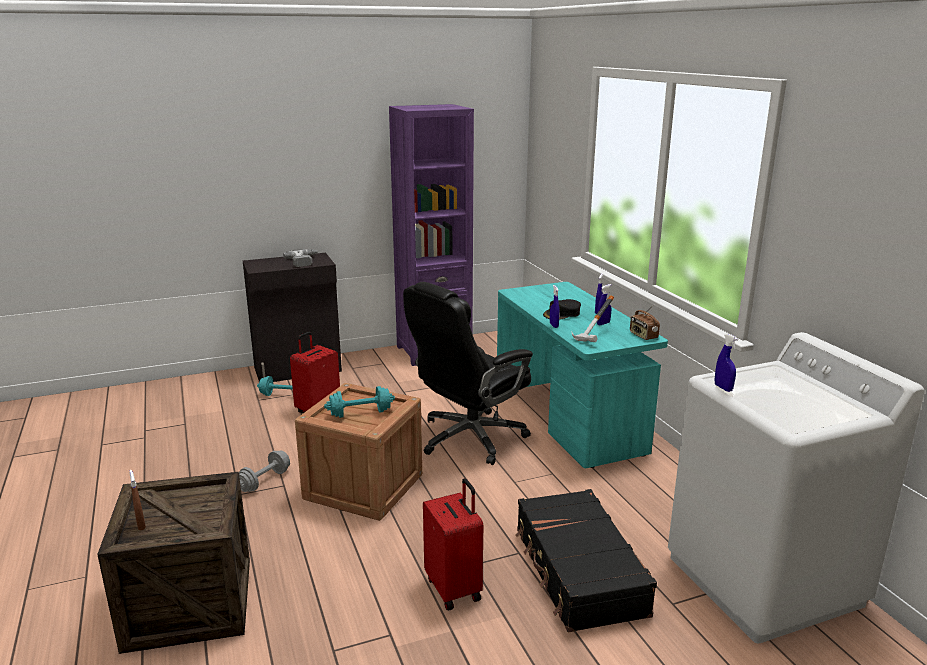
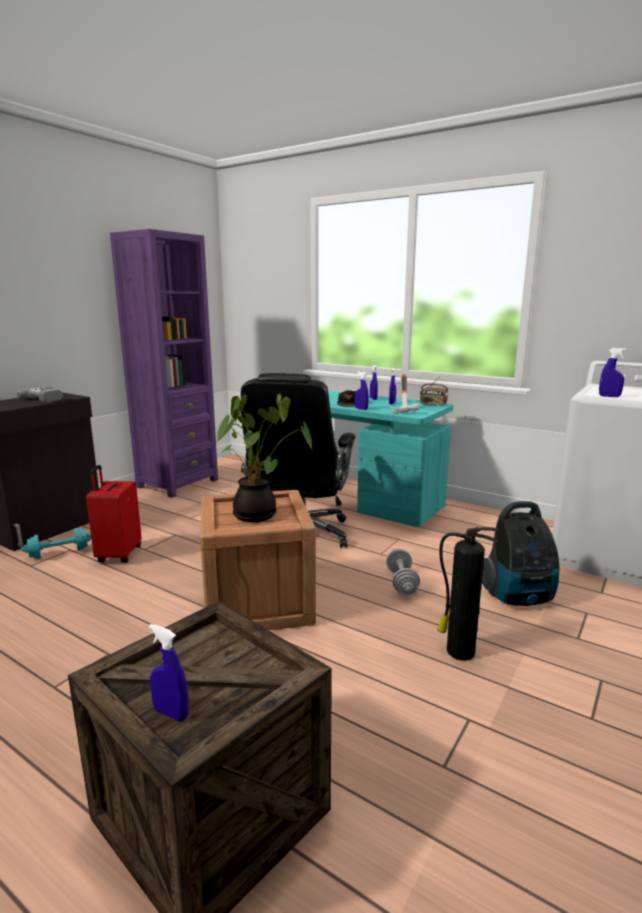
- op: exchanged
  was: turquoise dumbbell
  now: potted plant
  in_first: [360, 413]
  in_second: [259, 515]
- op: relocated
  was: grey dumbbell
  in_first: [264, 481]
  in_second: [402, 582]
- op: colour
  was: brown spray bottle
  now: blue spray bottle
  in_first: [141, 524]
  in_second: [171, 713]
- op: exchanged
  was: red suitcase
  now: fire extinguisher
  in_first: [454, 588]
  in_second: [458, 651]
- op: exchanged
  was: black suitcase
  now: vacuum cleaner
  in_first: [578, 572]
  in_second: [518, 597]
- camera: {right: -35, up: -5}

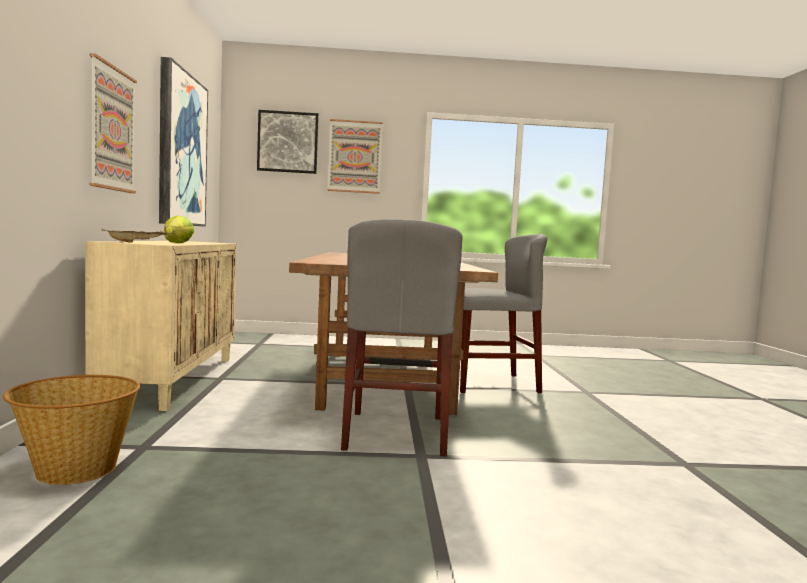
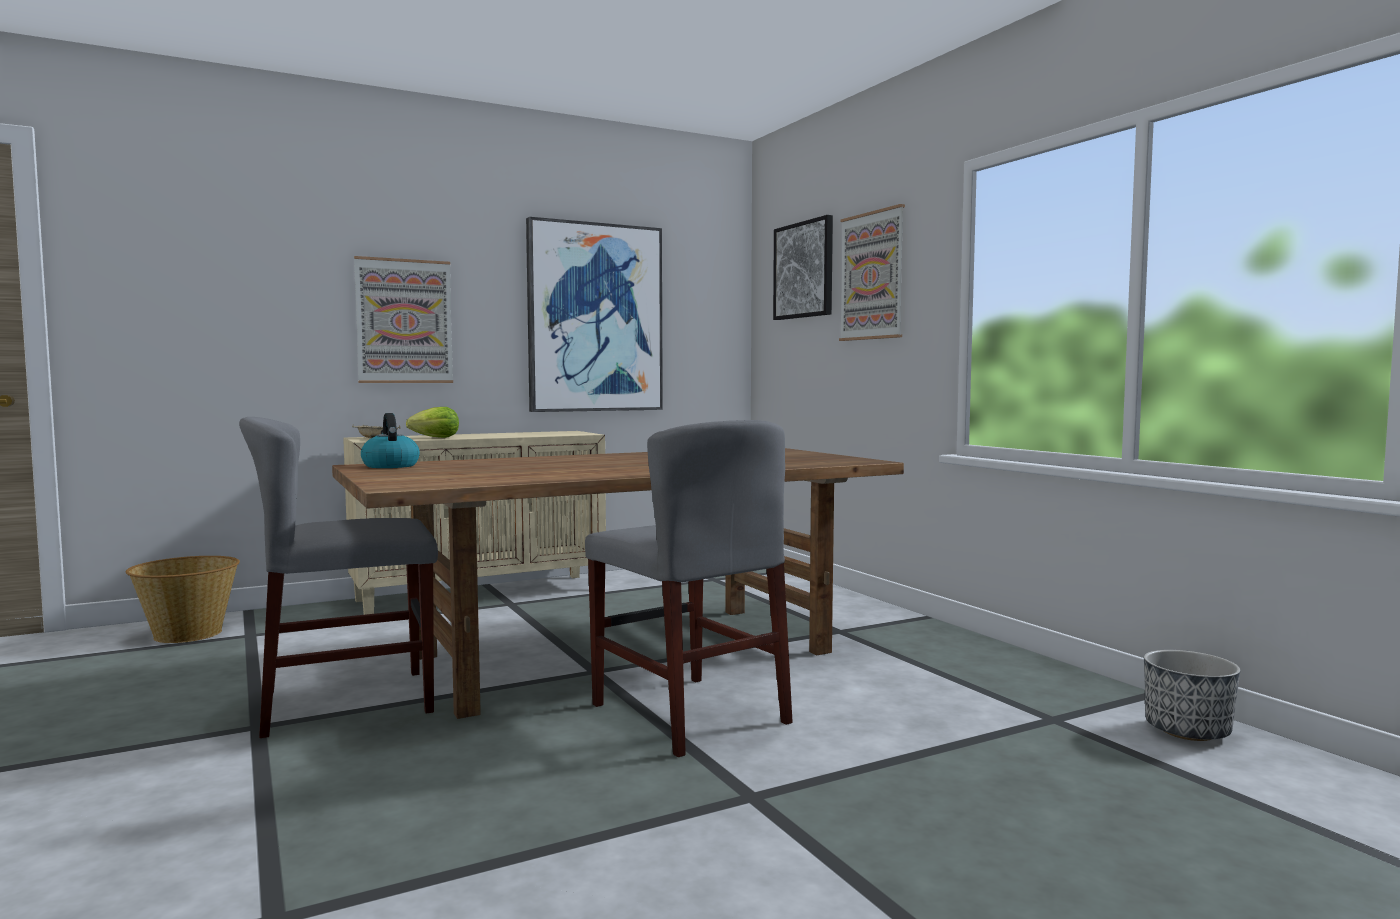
- op: appeared
  now: kettle
  in_second: [390, 466]
- op: appeared
  now: planter
  in_second: [1188, 731]
- camera: {right: 65, up: 0}

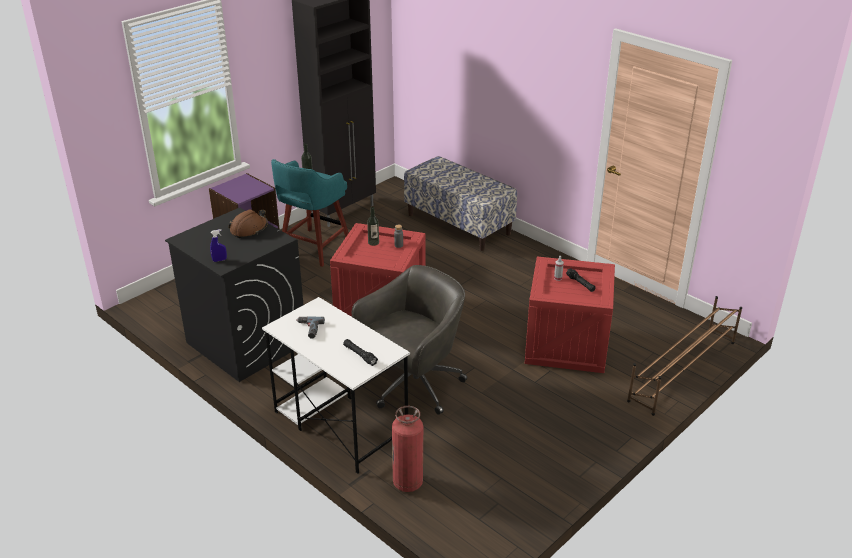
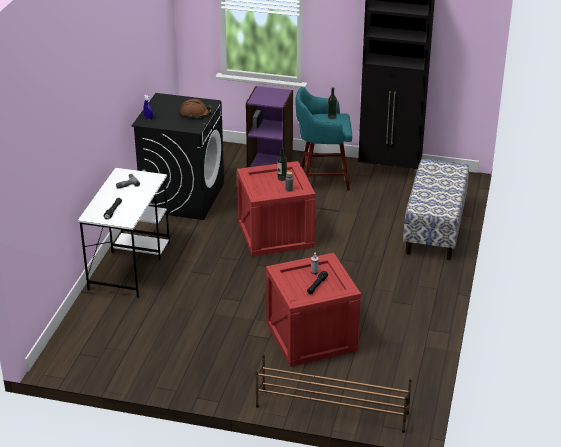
- op: missing
  was: grey office chair
  in_first: [413, 386]
- op: missing
  was: fire extinguisher
  in_first: [408, 483]
- camera: {right: 60, up: 0}

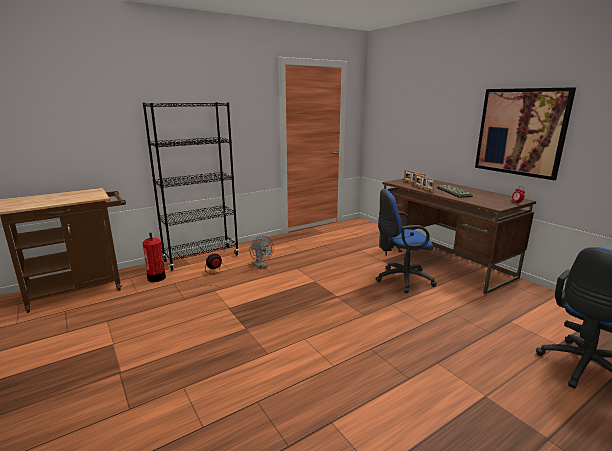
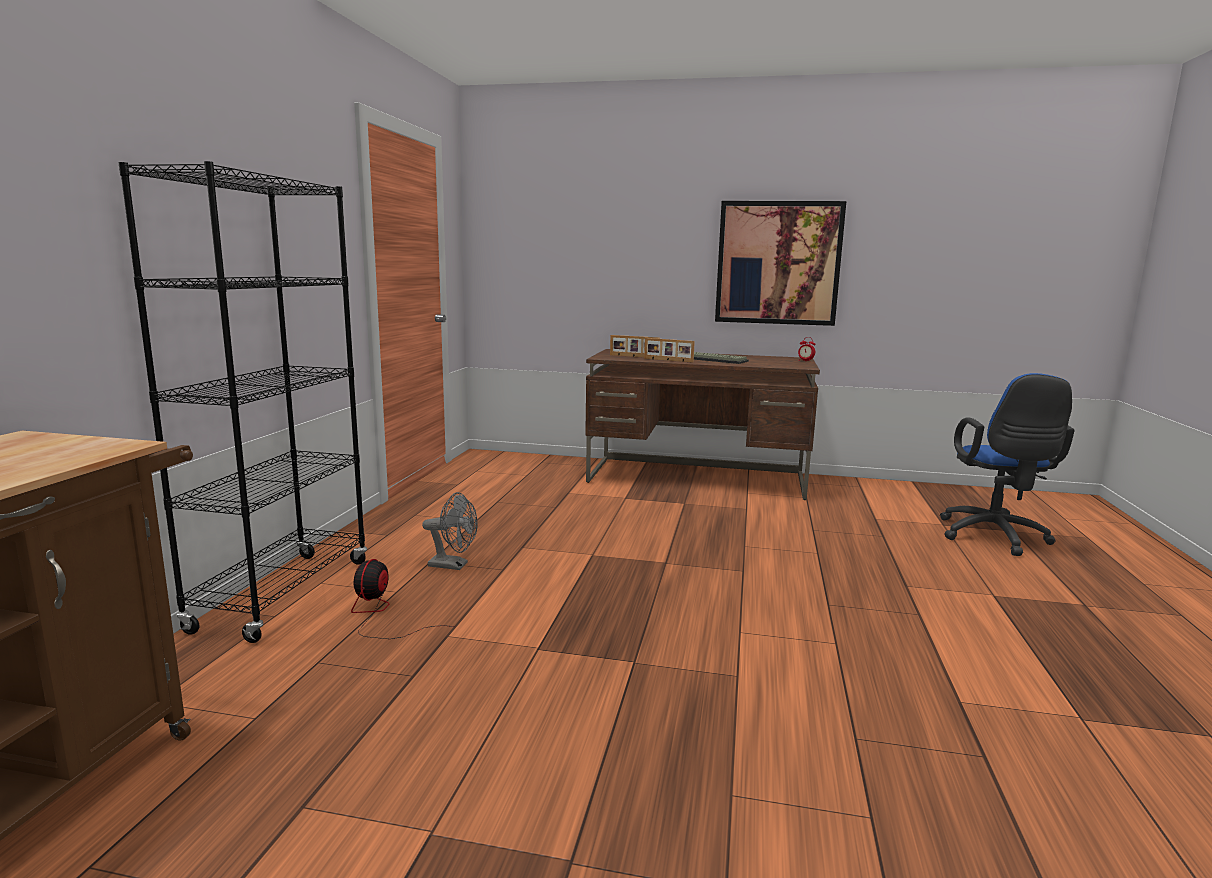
- op: missing
  was: blue office chair
  in_first: [401, 279]
- op: missing
  was: fire extinguisher
  in_first: [156, 278]
- camera: {right: -45, up: -5}

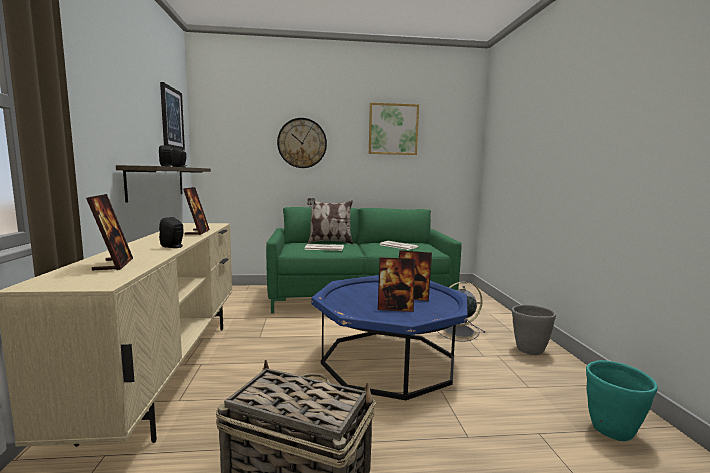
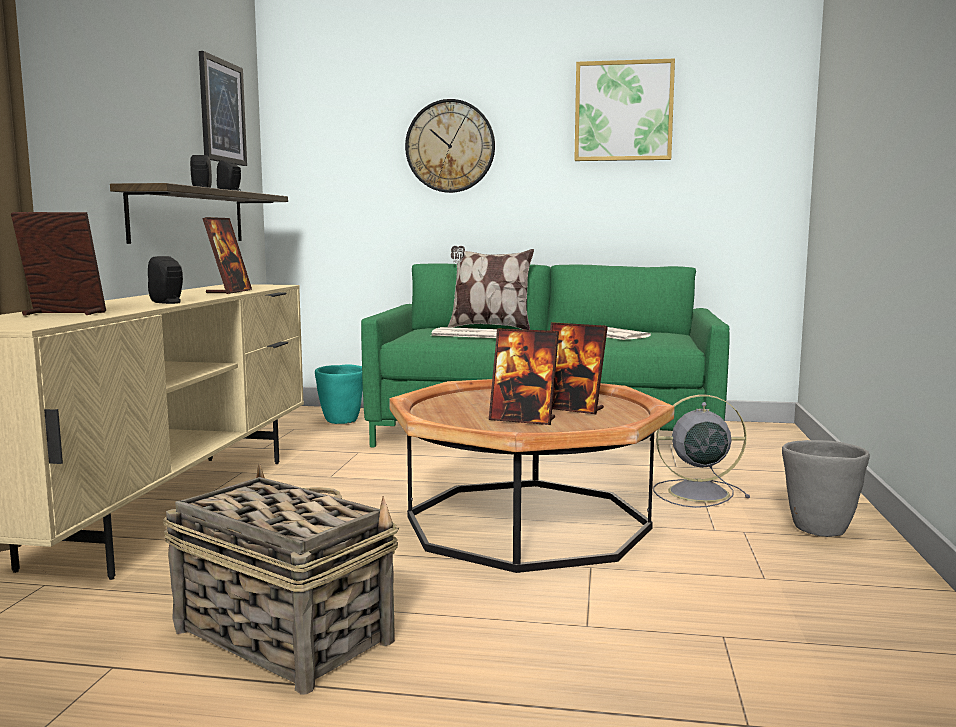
- op: spun
  was: picture frame
  in_first: [113, 265]
  in_second: [63, 314]
  clockwise: -90
- op: colour
  was: blue coffee table
  now: brown coffee table
  in_first: [388, 361]
  in_second: [527, 522]
- op: relocated
  was: turquoise planter
  in_first: [613, 431]
  in_second: [341, 422]
- camera: {right: 15, up: 0}

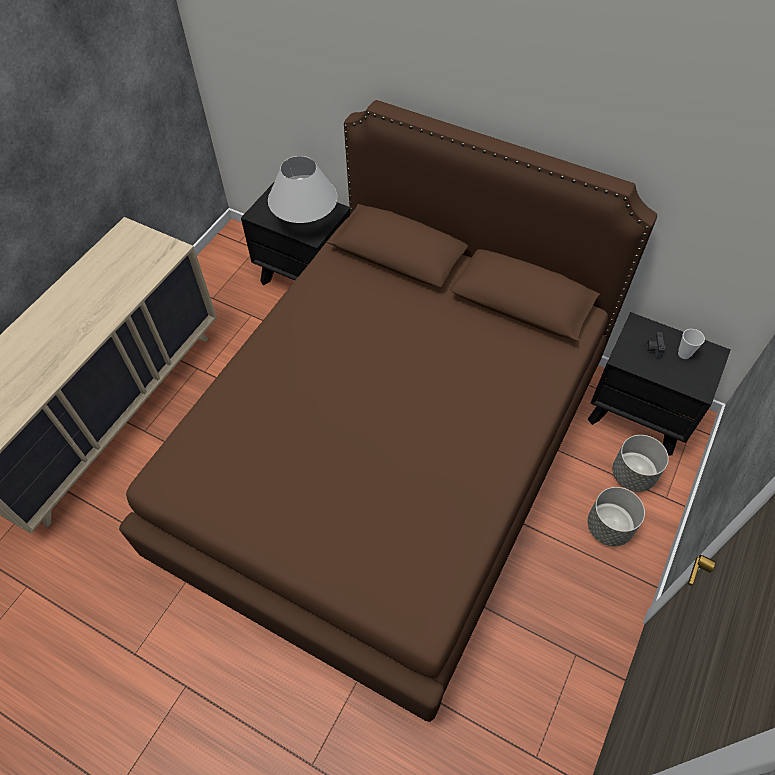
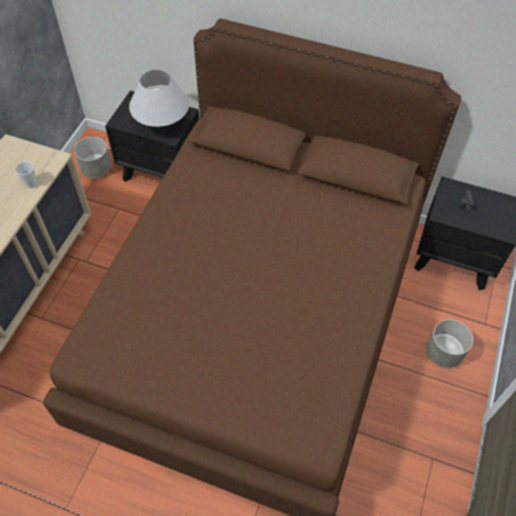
- op: relocated
  was: cup
  in_first: [684, 354]
  in_second: [31, 184]
- op: relocated
  was: grey planter
  in_first: [633, 474]
  in_second: [96, 169]
- camera: {right: -10, up: 0}

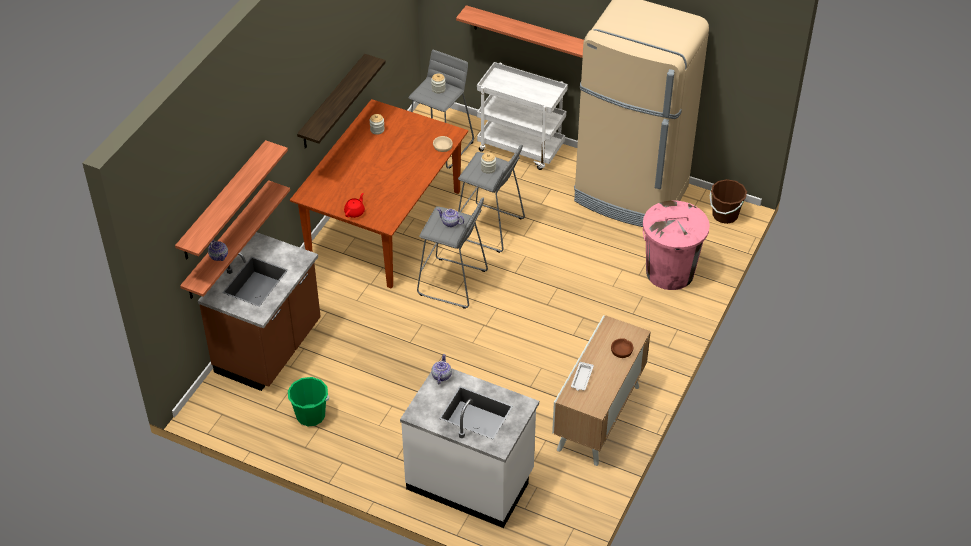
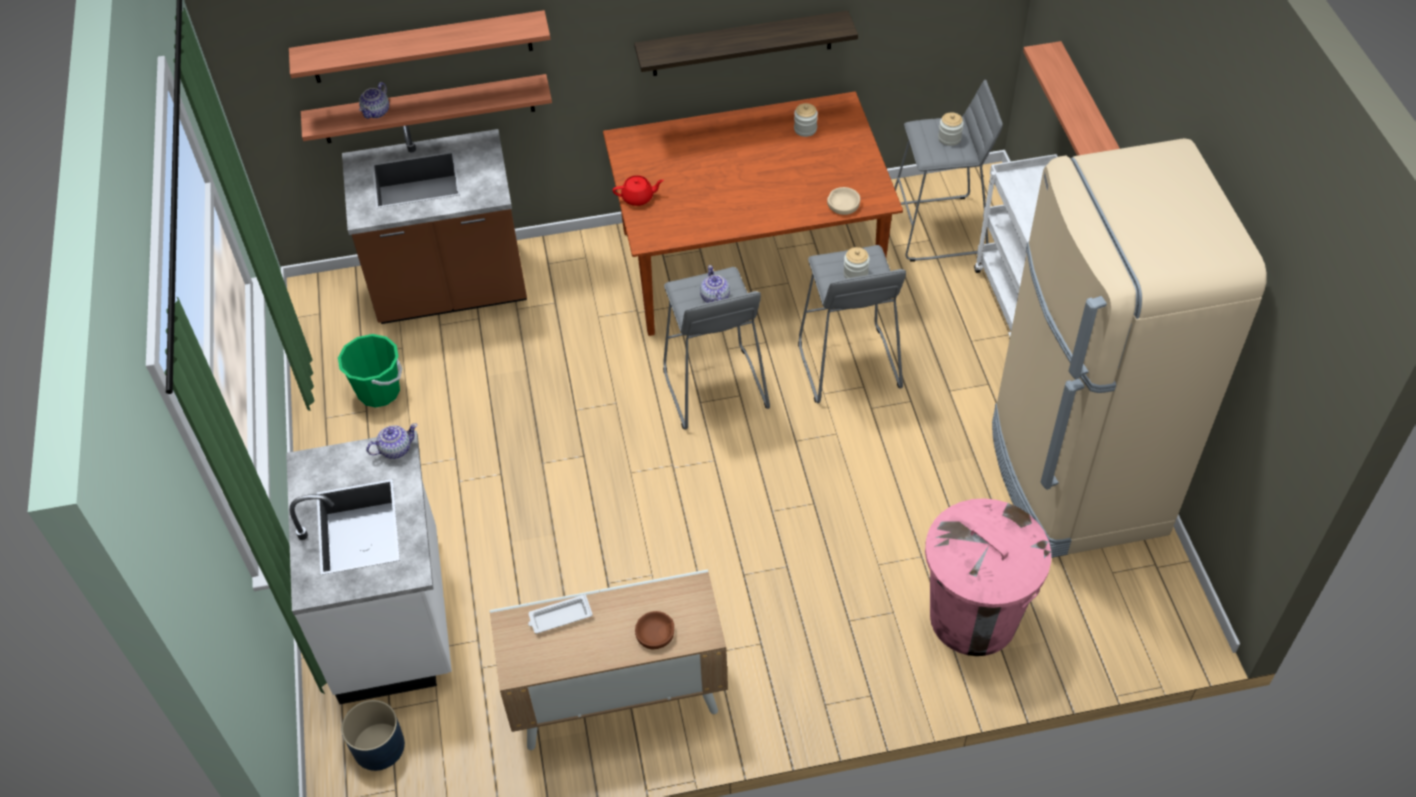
- op: missing
  was: brown bucket
  in_first: [725, 215]
- op: appeared
  now: blue planter
  in_second: [378, 746]
- camera: {right: 55, up: 5}

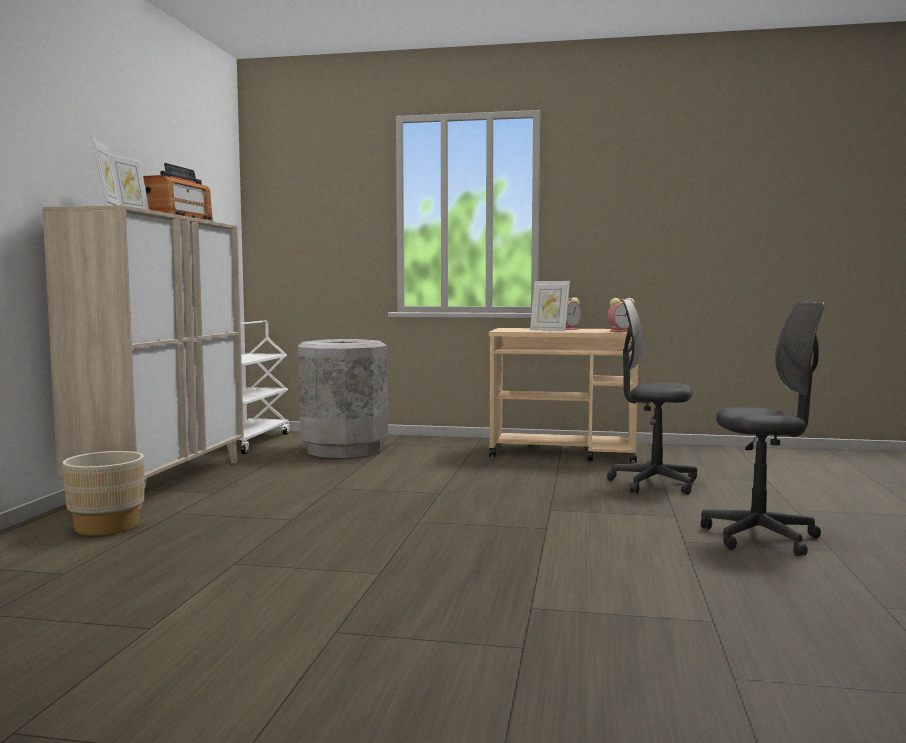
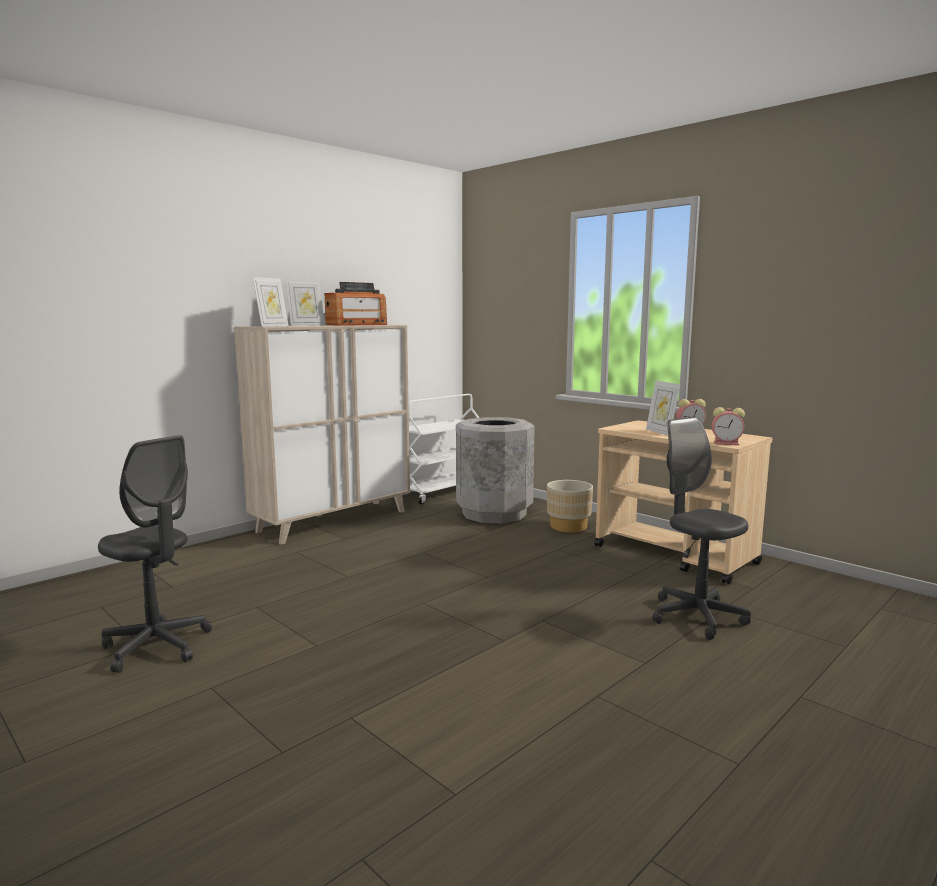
- op: relocated
  was: grey office chair
  in_first: [760, 538]
  in_second: [157, 646]
- op: relocated
  was: beige planter
  in_first: [107, 527]
  in_second: [568, 527]
- camera: {right: 35, up: 5}

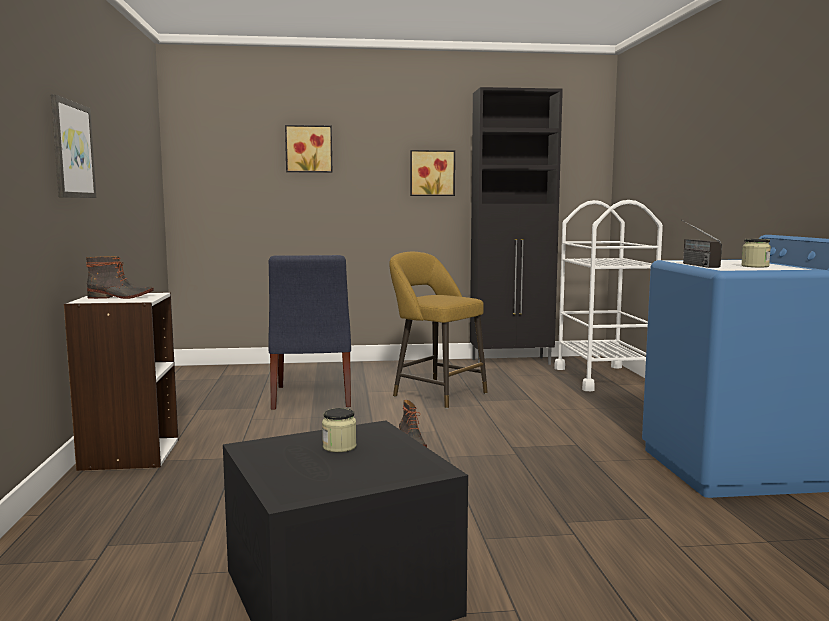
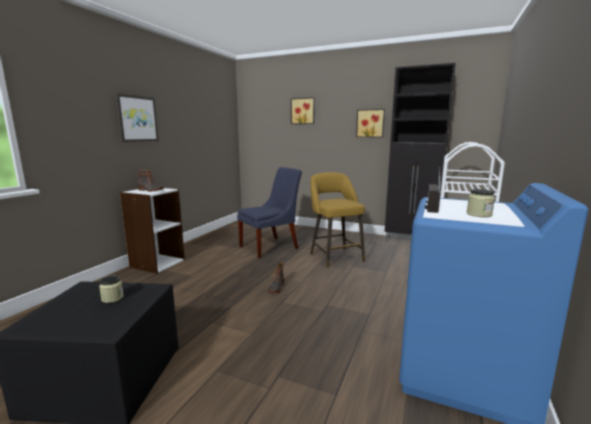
- op: spun
  was: blue chair
  in_first: [311, 397]
  in_second: [271, 247]
  clockwise: -150
- camera: {right: 30, up: 5}

